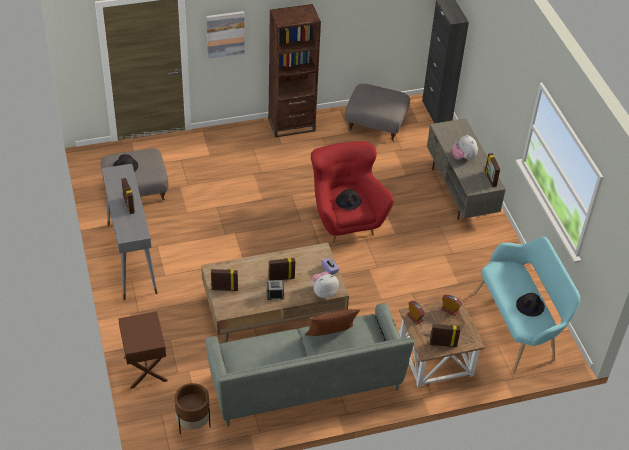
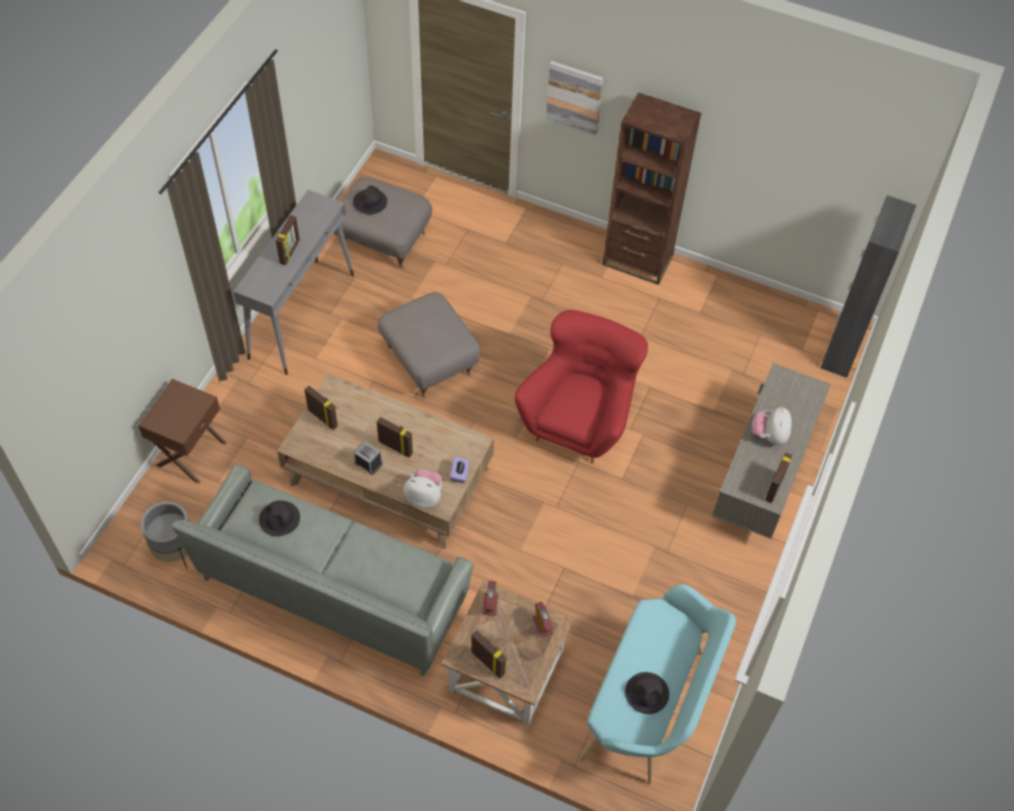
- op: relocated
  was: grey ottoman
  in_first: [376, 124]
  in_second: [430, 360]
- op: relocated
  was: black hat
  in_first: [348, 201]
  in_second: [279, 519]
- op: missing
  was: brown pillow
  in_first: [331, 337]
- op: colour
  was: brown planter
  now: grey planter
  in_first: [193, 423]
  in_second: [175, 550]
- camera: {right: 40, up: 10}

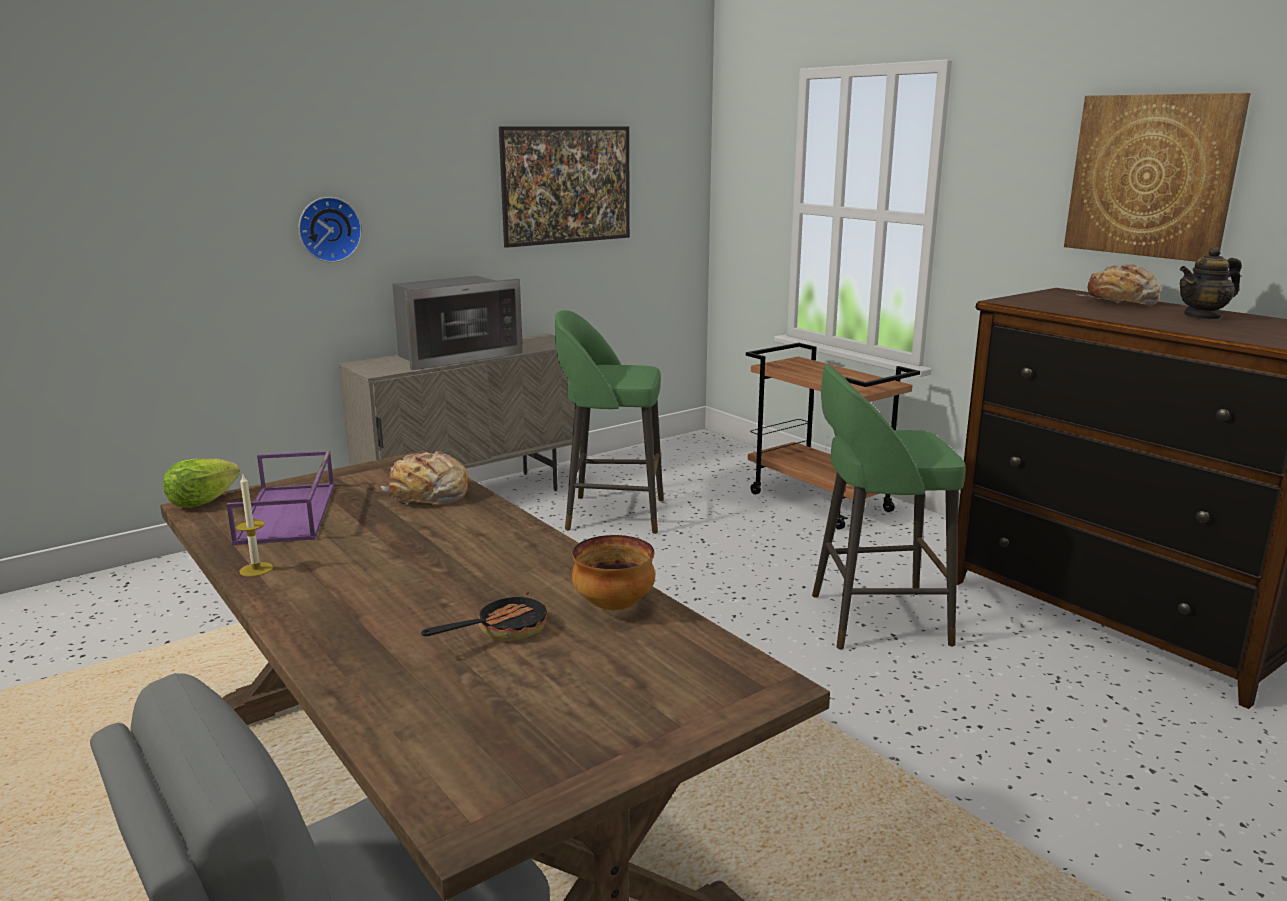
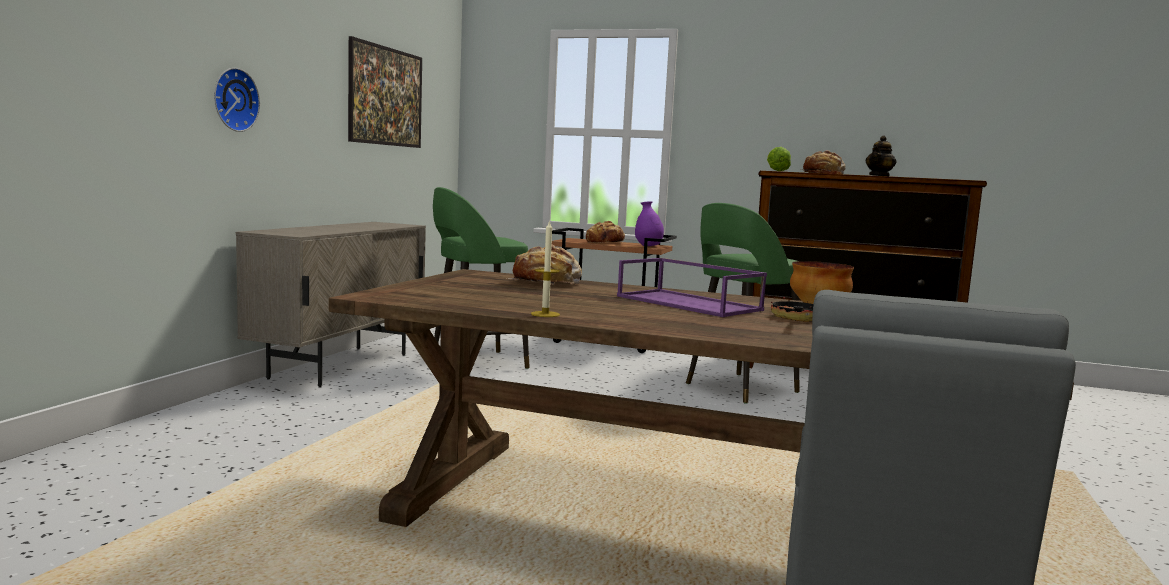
- op: missing
  was: picture
  in_first: [1151, 176]
- op: missing
  was: microwave
  in_first: [455, 355]
- op: relocated
  was: purple tray
  in_first: [288, 514]
  in_second: [690, 303]
- op: relocated
  was: lettuce
  in_first: [202, 502]
  in_second: [776, 171]
- op: appeared
  now: purple vase
  in_second: [648, 246]
- op: appeared
  now: bread
  in_second: [605, 242]
- camera: {right: -35, up: -10}

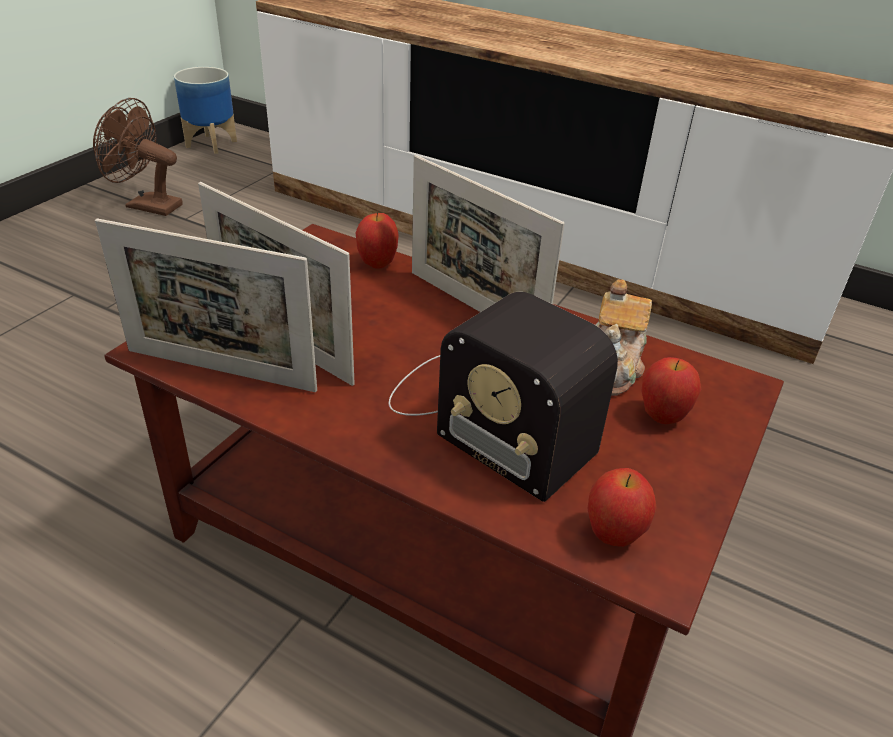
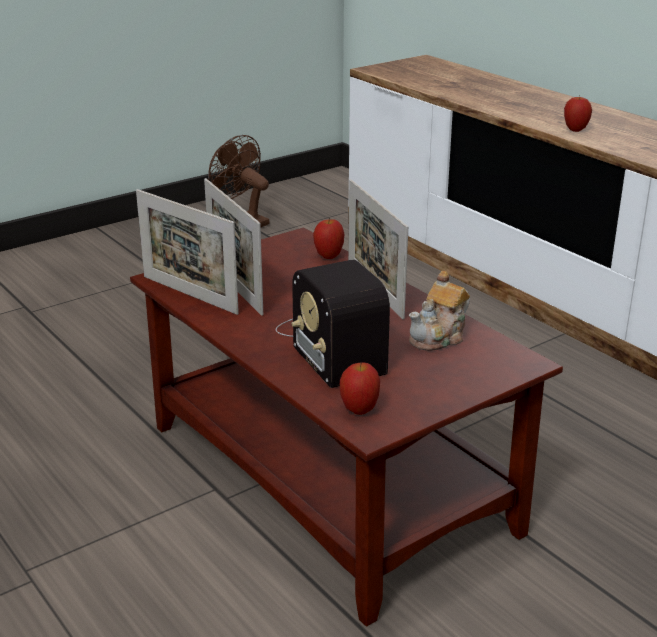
- op: missing
  was: planter
  in_first: [212, 144]
- op: relocated
  was: apple
  in_first: [662, 417]
  in_second: [575, 130]
- camera: {right: 25, up: -10}

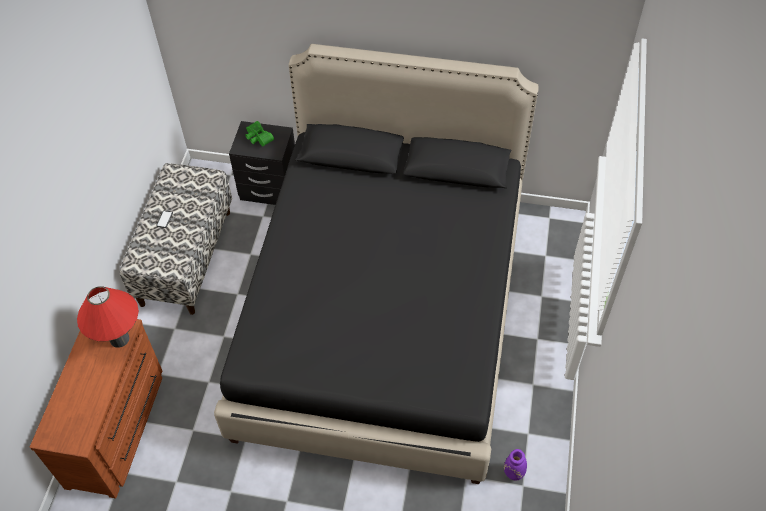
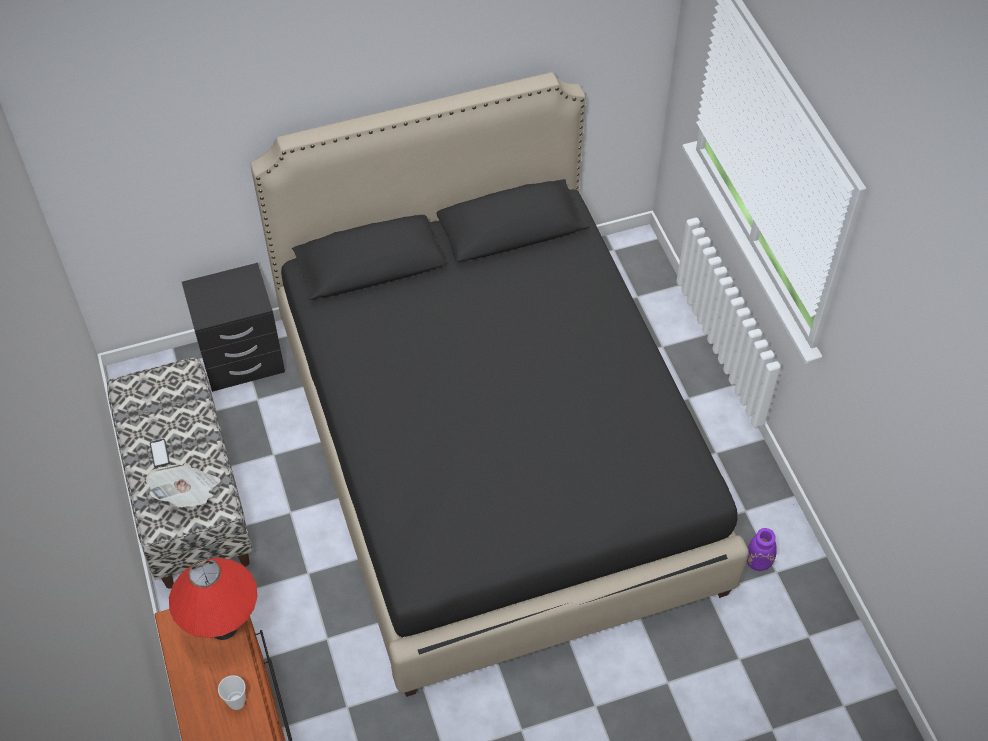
- op: missing
  was: green binoculars
  in_first: [258, 138]
- op: appeared
  now: newspaper
  in_second: [187, 494]
- op: appeared
  now: cup
  in_second: [237, 702]
- camera: {right: -30, up: 0}

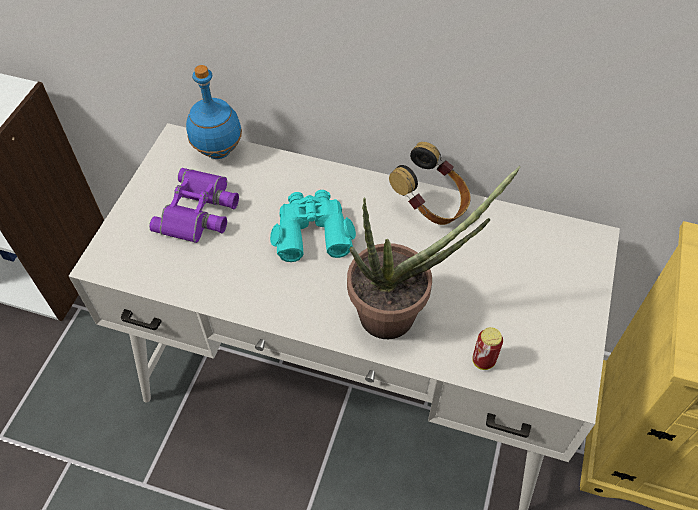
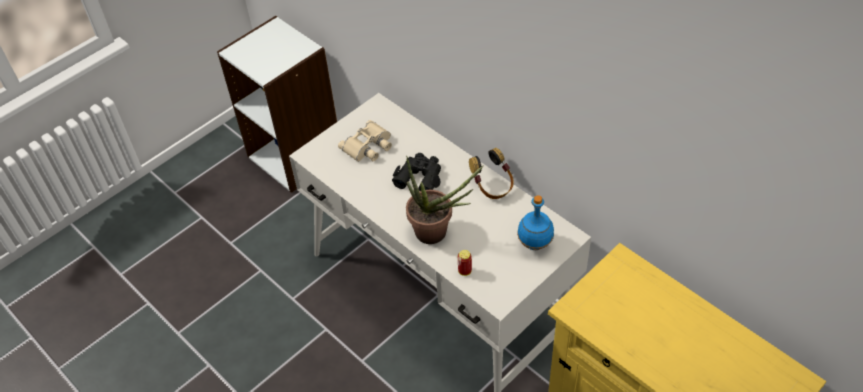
- op: relocated
  was: blue bottle
  in_first: [218, 151]
  in_second: [534, 244]
- op: colour
  was: purple binoculars
  now: beige binoculars
  in_first: [200, 211]
  in_second: [368, 146]
- op: colour
  was: turquoise binoculars
  now: black binoculars
  in_first: [312, 231]
  in_second: [419, 177]
- camera: {right: 30, up: -5}

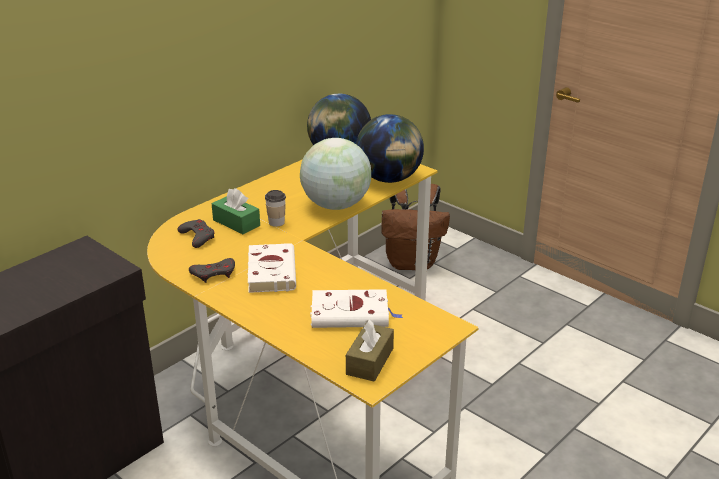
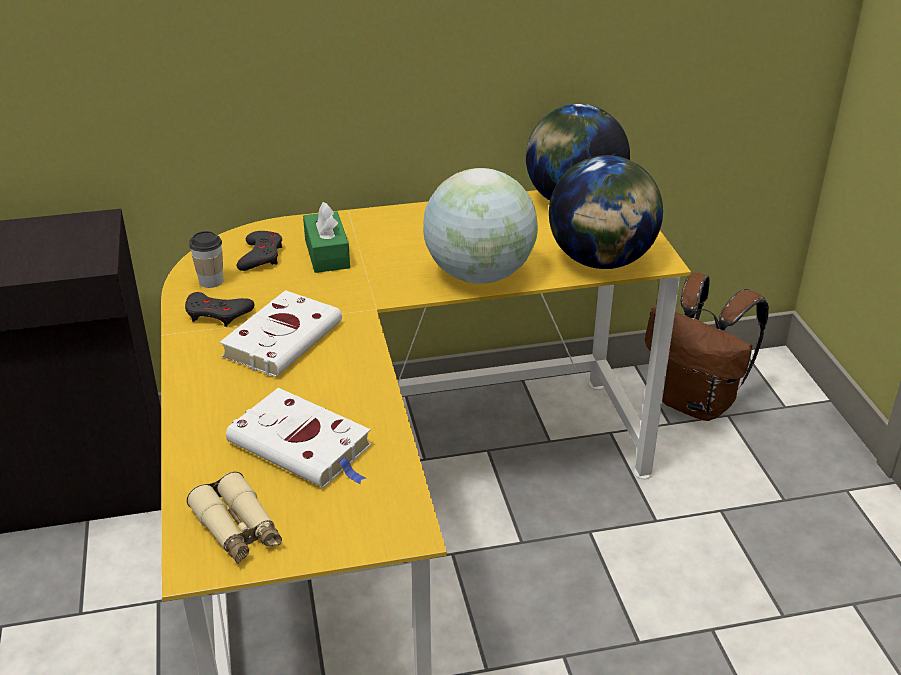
- op: relocated
  was: cup
  in_first: [276, 222]
  in_second: [211, 281]
- op: exchanged
  was: brown tissue box
  now: beige binoculars
  in_first: [370, 361]
  in_second: [237, 529]
- camera: {right: 35, up: 5}

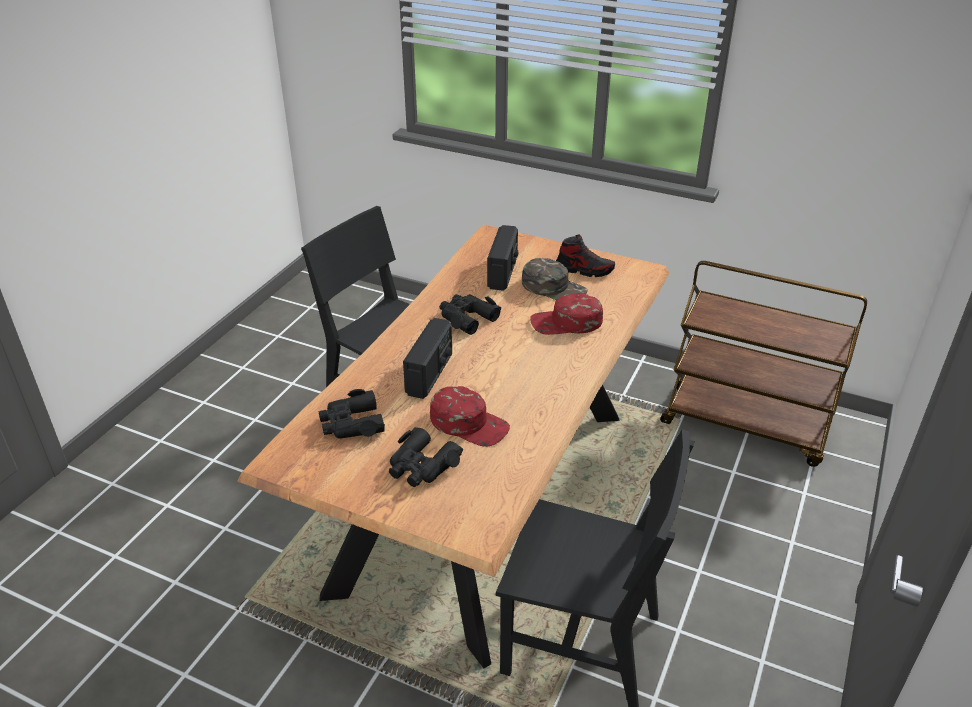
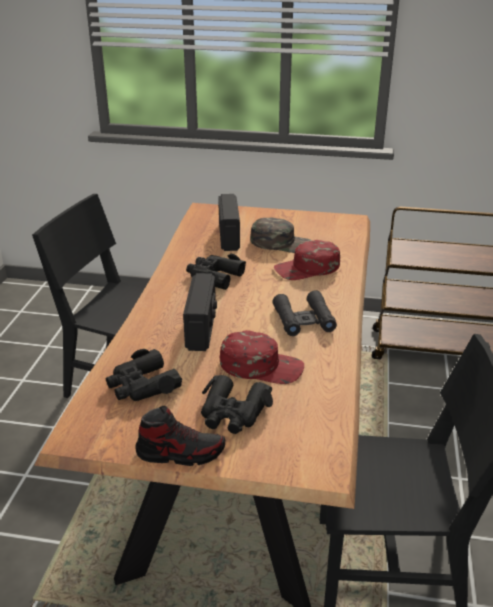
- op: relocated
  was: shoe
  in_first: [584, 270]
  in_second: [180, 453]
- op: appeared
  now: black binoculars
  in_second: [303, 320]
- camera: {right: -15, up: -5}

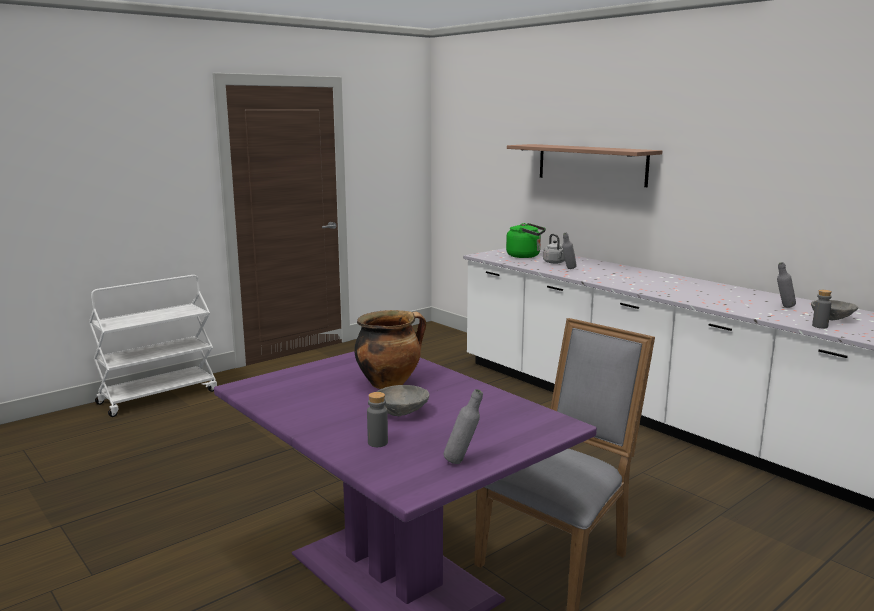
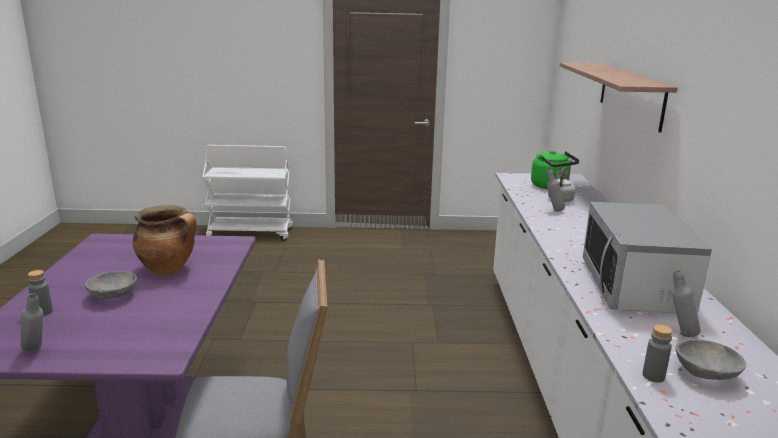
- op: appeared
  now: microwave
  in_second: [635, 287]
- camera: {right: 40, up: 5}

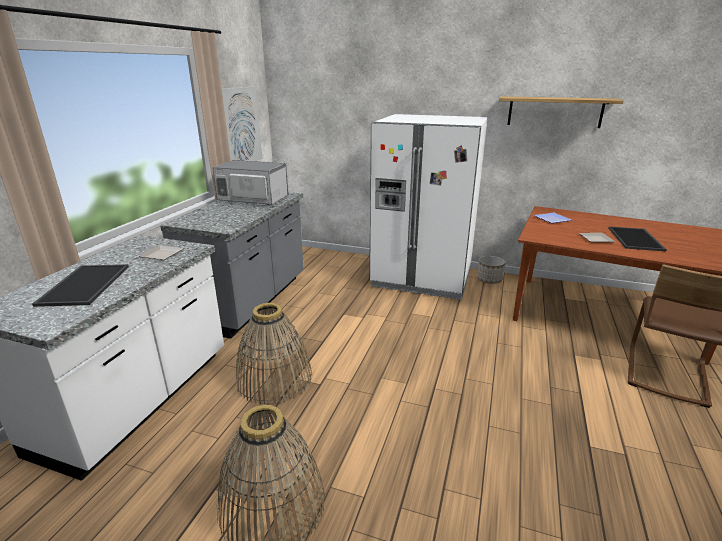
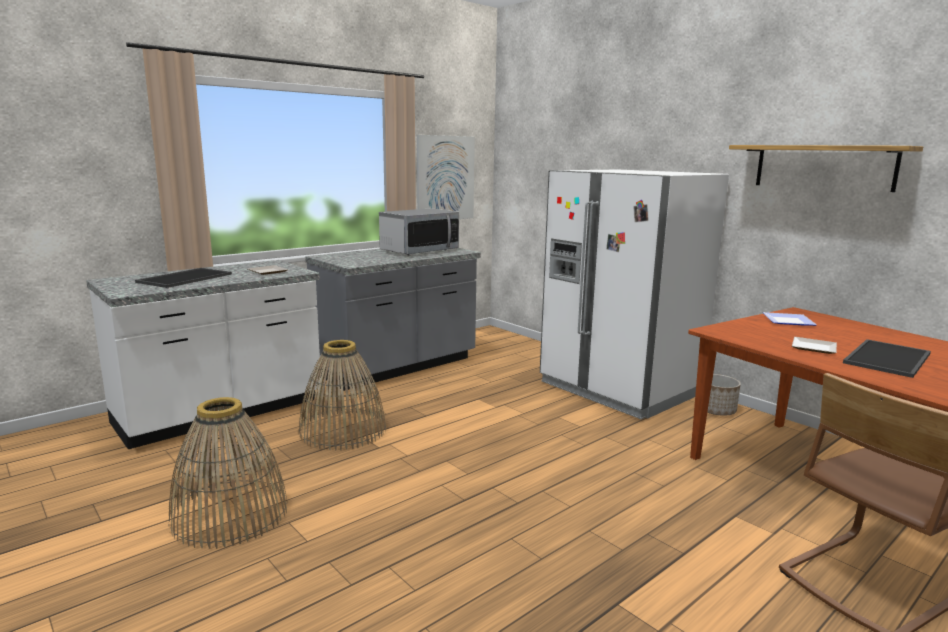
- op: spun
  was: microwave
  in_first: [253, 199]
  in_second: [419, 251]
  clockwise: 90
- camera: {right: 30, up: -10}

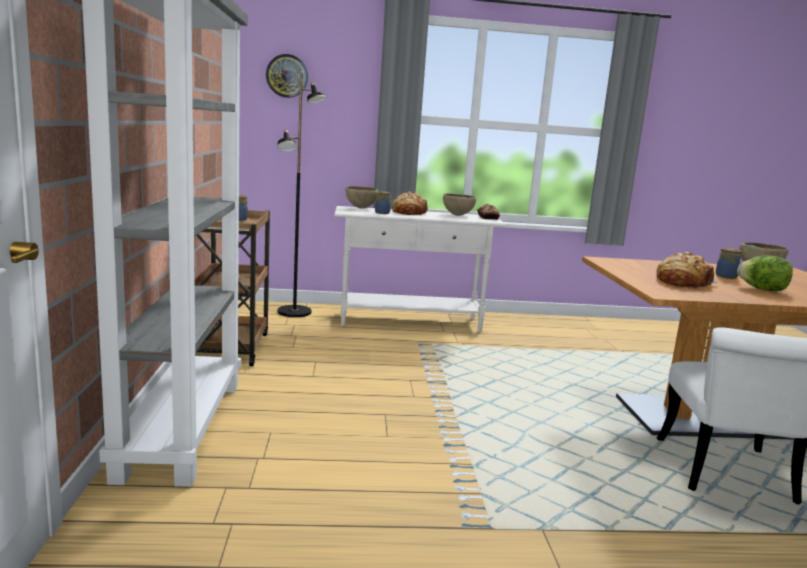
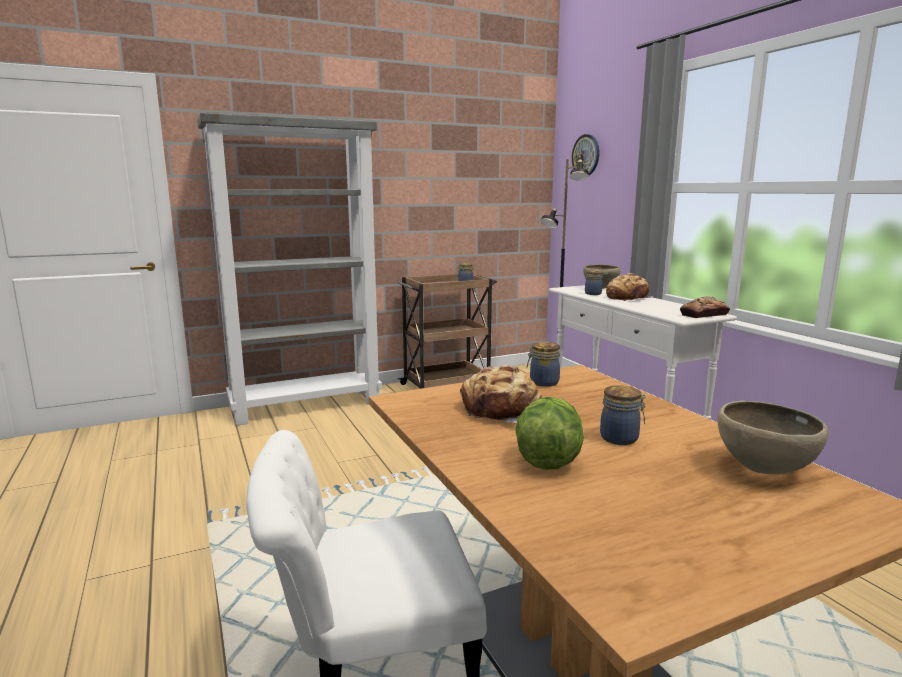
- op: missing
  was: brown bowl
  in_first: [458, 215]
- op: appeared
  now: jar
  in_second: [542, 382]
- camera: {right: 70, up: 0}

